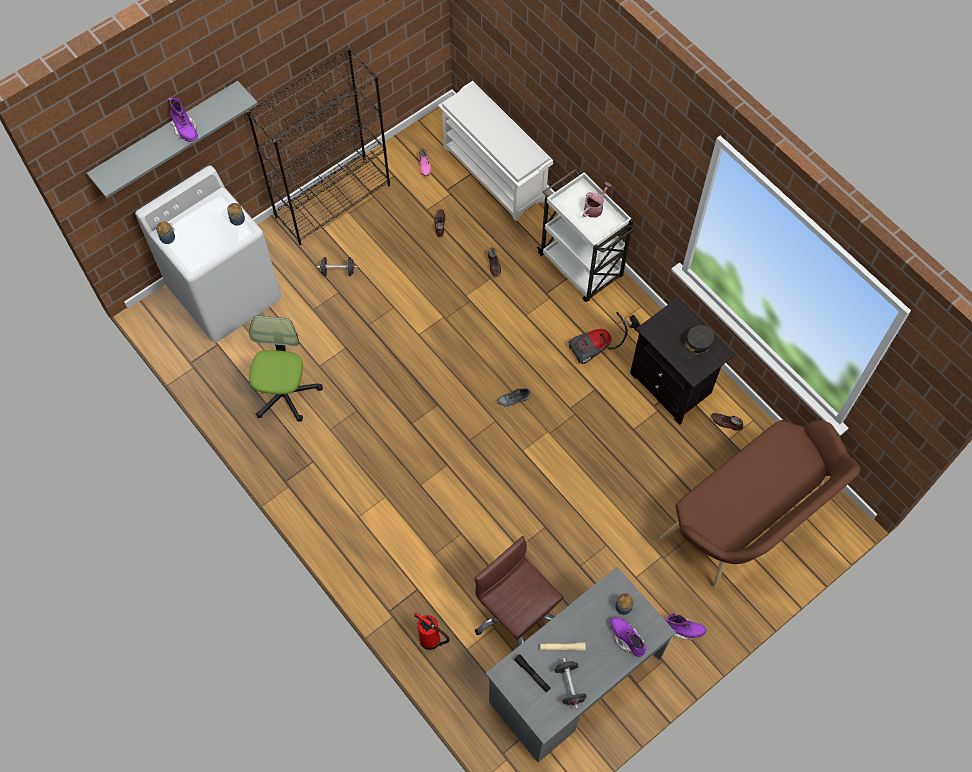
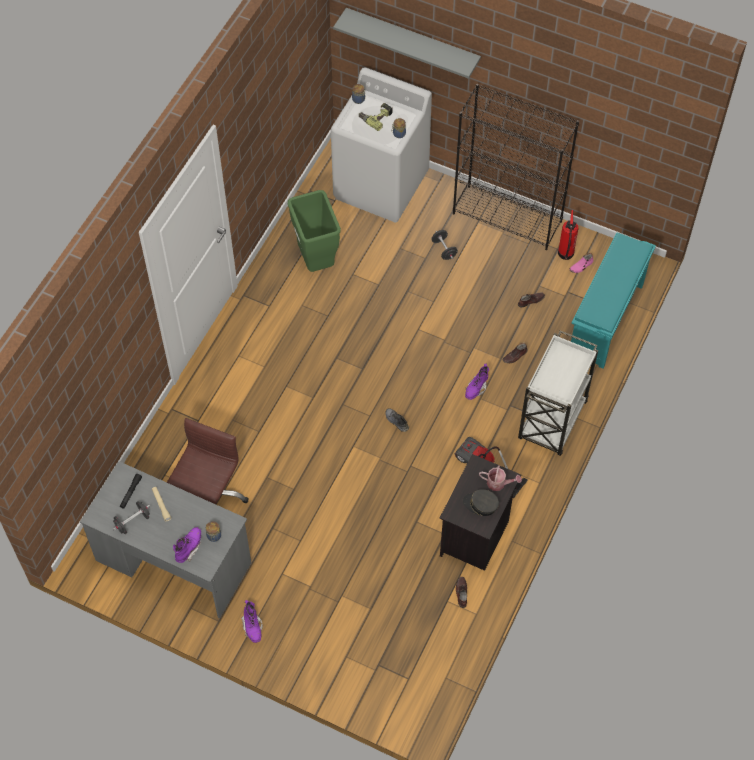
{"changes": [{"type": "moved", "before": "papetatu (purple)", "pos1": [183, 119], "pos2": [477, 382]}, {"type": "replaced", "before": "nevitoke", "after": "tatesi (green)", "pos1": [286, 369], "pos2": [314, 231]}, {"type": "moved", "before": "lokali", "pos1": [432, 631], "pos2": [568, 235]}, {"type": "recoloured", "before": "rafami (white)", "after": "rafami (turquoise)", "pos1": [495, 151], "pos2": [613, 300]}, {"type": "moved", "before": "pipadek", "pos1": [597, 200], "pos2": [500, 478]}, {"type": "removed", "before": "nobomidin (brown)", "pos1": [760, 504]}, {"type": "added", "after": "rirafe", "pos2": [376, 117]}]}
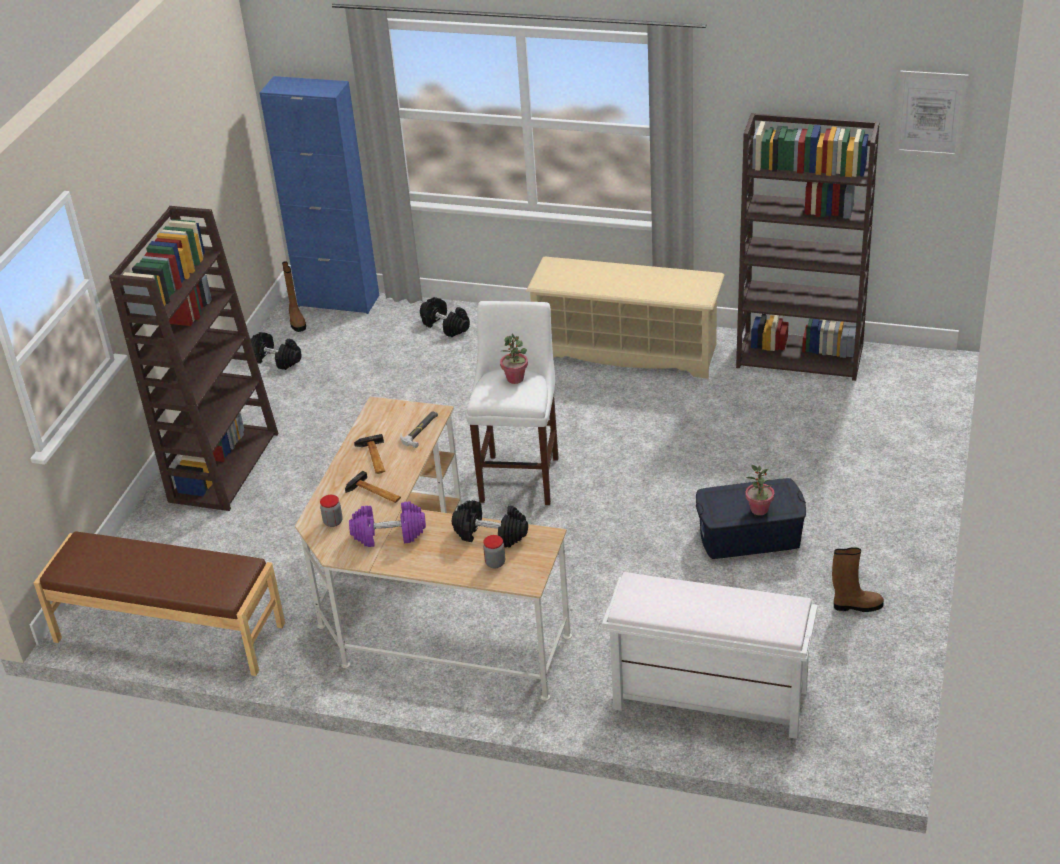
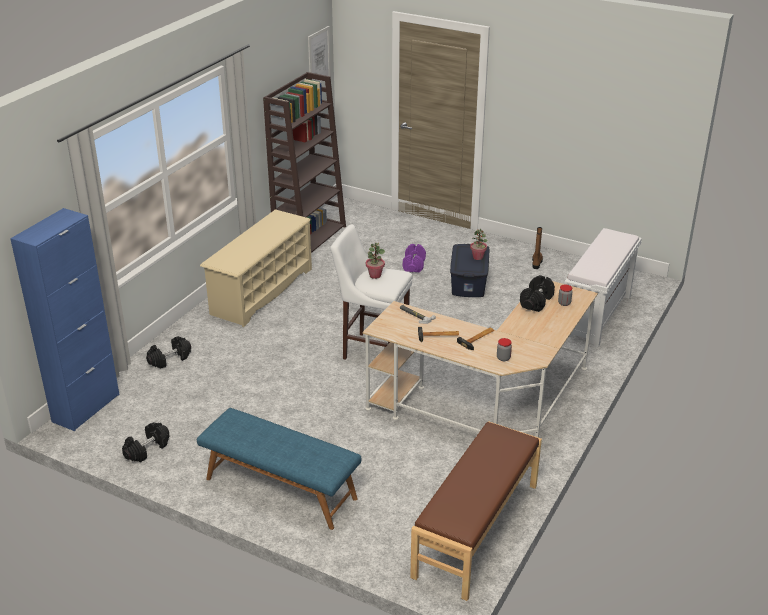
{"changes": [{"type": "replaced", "before": "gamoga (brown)", "after": "nobomidin (blue)", "pos1": [194, 358], "pos2": [279, 469]}, {"type": "removed", "before": "papetatu (brown)", "pos1": [294, 296]}, {"type": "moved", "before": "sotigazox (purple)", "pos1": [387, 524], "pos2": [414, 258]}]}
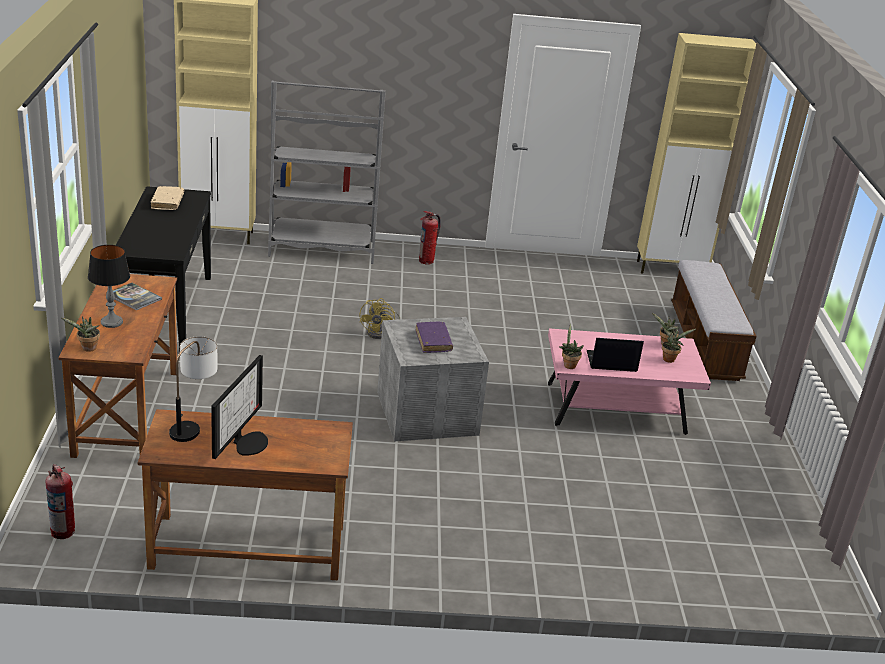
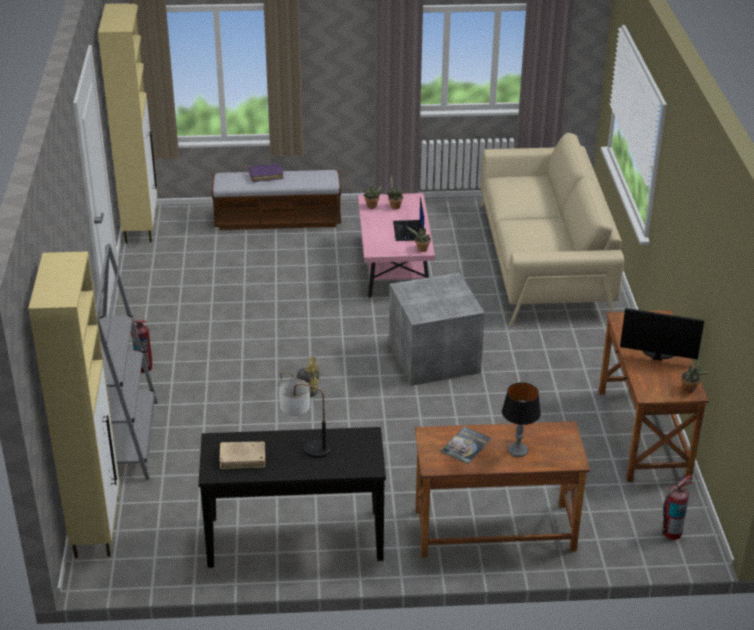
{"changes": [{"type": "moved", "before": "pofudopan", "pos1": [80, 334], "pos2": [695, 376]}, {"type": "moved", "before": "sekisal", "pos1": [193, 389], "pos2": [304, 418]}, {"type": "moved", "before": "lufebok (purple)", "pos1": [434, 337], "pos2": [266, 173]}, {"type": "added", "after": "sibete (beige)", "pos2": [552, 229]}]}
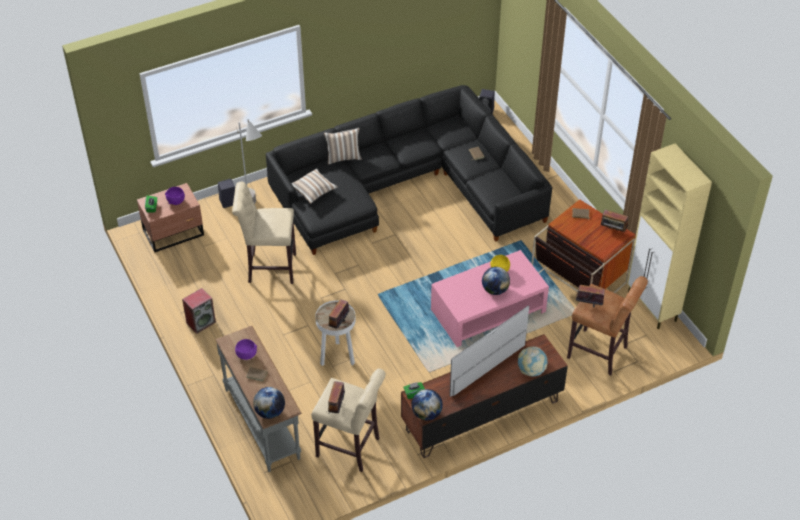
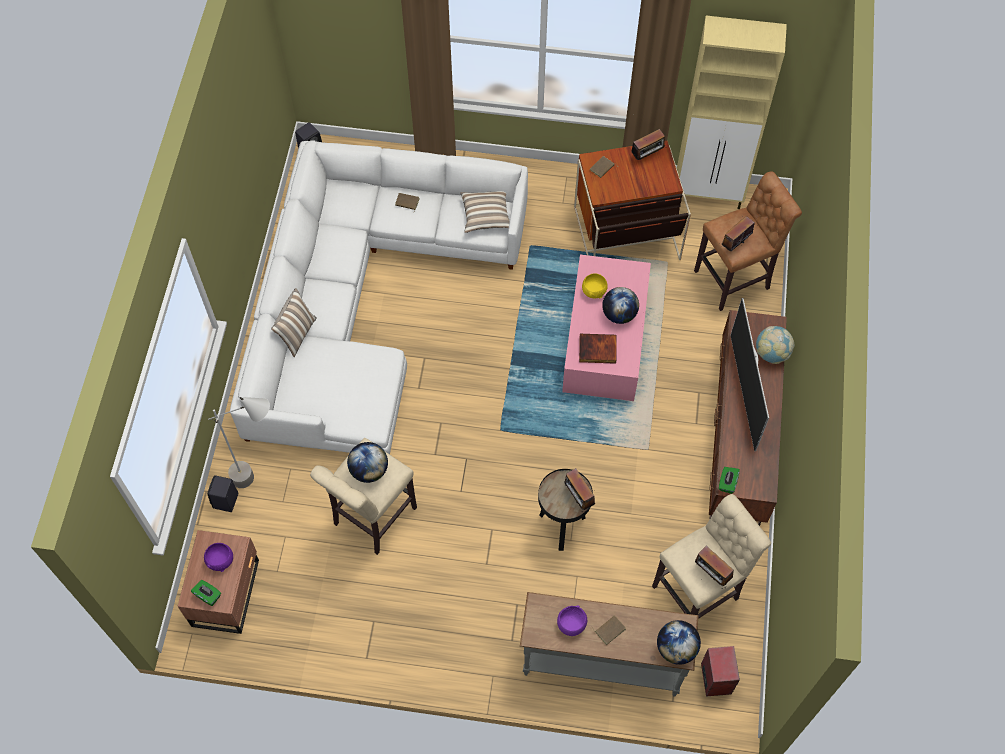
{"changes": [{"type": "moved", "before": "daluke", "pos1": [199, 311], "pos2": [720, 671]}, {"type": "recoloured", "before": "sibete (black)", "after": "sibete (white)", "pos1": [409, 170], "pos2": [379, 297]}, {"type": "moved", "before": "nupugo", "pos1": [315, 186], "pos2": [485, 212]}, {"type": "recoloured", "before": "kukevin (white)", "after": "kukevin (black)", "pos1": [335, 333], "pos2": [565, 510]}, {"type": "moved", "before": "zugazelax", "pos1": [427, 405], "pos2": [367, 462]}, {"type": "added", "after": "lufebok", "pos2": [598, 349]}]}
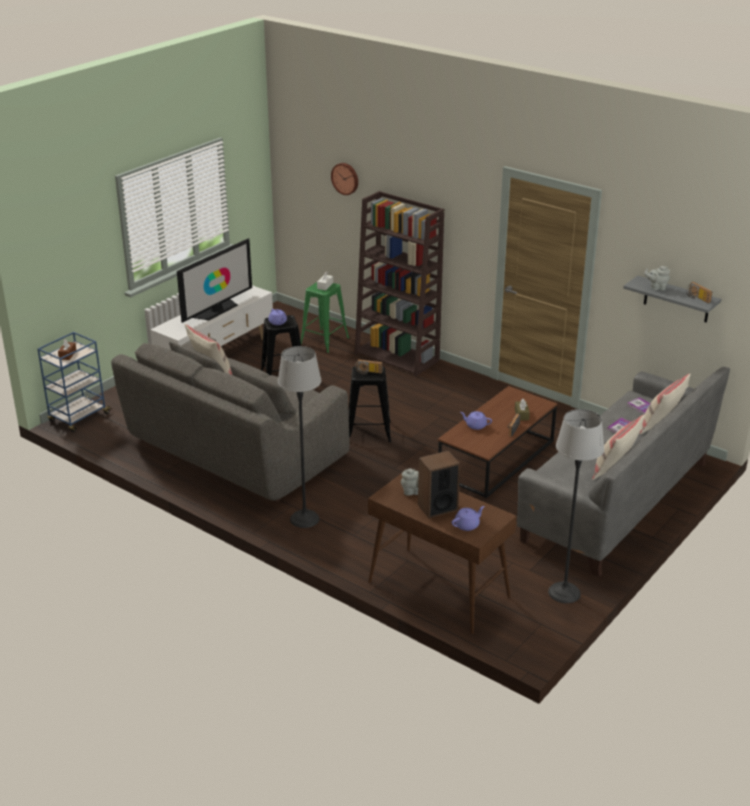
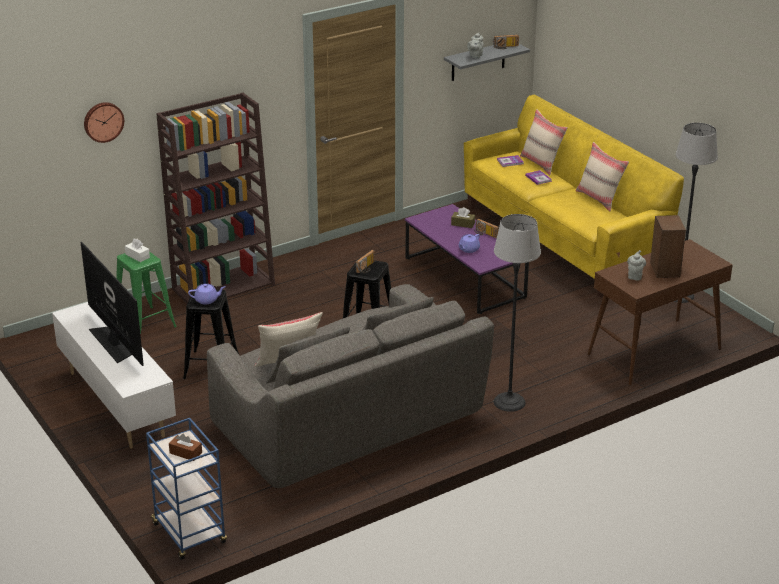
{"changes": [{"type": "recoloured", "before": "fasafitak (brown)", "after": "fasafitak (purple)", "pos1": [497, 442], "pos2": [467, 259]}, {"type": "removed", "before": "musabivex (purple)", "pos1": [468, 518]}, {"type": "recoloured", "before": "sibete (grey)", "after": "sibete (yellow)", "pos1": [623, 472], "pos2": [574, 196]}]}
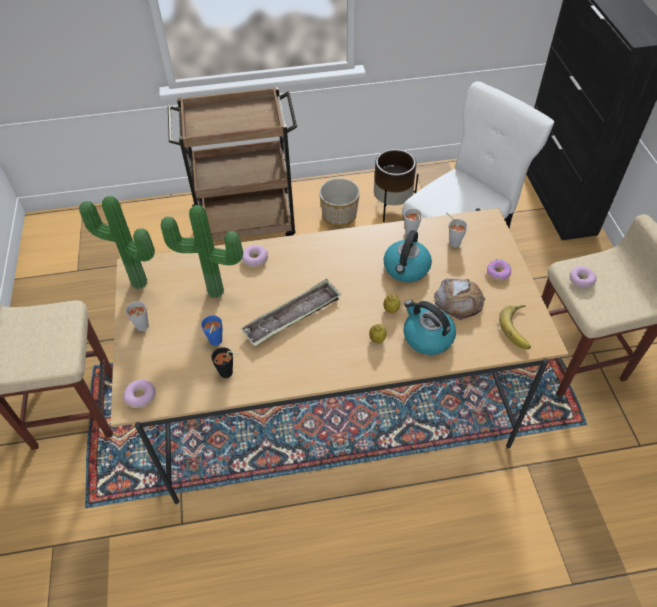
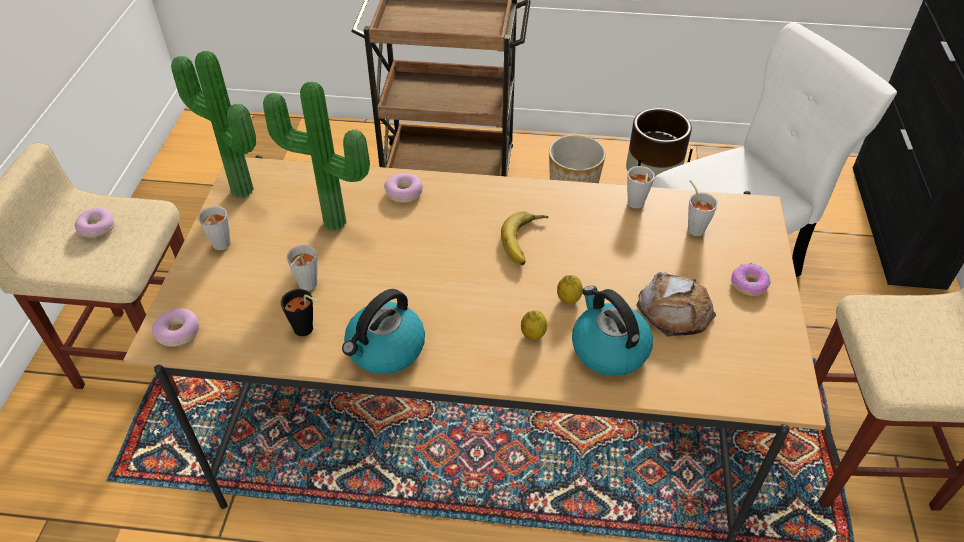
{"changes": [{"type": "recoloured", "before": "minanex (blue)", "after": "minanex (grey)", "pos1": [211, 330], "pos2": [302, 268]}, {"type": "removed", "before": "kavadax", "pos1": [291, 312]}, {"type": "moved", "before": "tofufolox", "pos1": [408, 256], "pos2": [383, 331]}, {"type": "moved", "before": "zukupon", "pos1": [515, 327], "pos2": [524, 238]}, {"type": "moved", "before": "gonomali", "pos1": [583, 277], "pos2": [94, 222]}]}
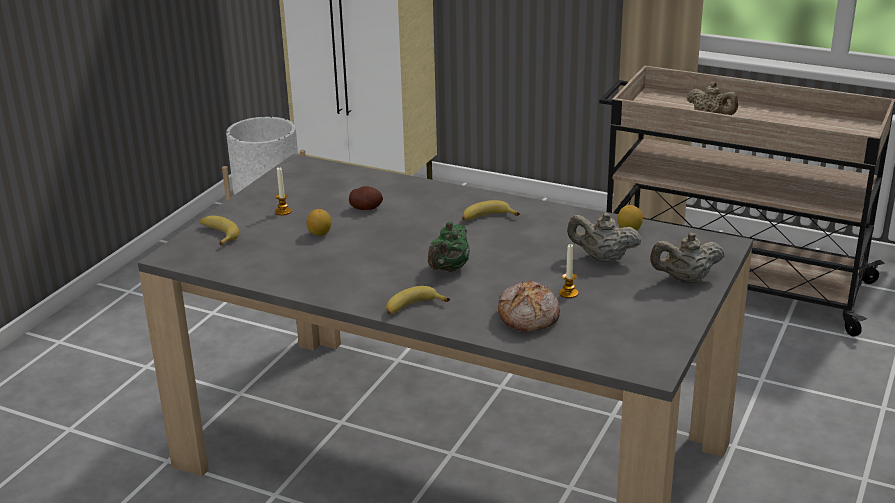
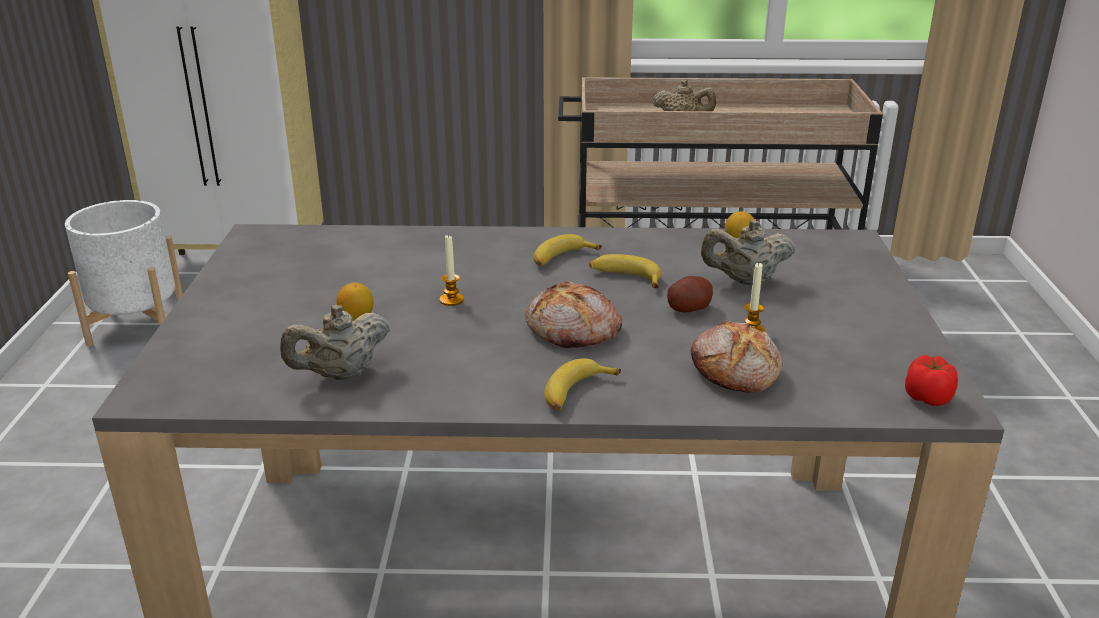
{"changes": [{"type": "moved", "before": "zukupon", "pos1": [219, 230], "pos2": [625, 271]}, {"type": "moved", "before": "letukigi", "pos1": [283, 191], "pos2": [451, 270]}, {"type": "moved", "before": "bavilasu", "pos1": [366, 198], "pos2": [690, 294]}, {"type": "replaced", "before": "musabivex (green)", "after": "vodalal", "pos1": [449, 246], "pos2": [573, 314]}, {"type": "moved", "before": "musabivex (beige)", "pos1": [687, 258], "pos2": [335, 342]}, {"type": "added", "after": "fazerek", "pos2": [931, 380]}]}
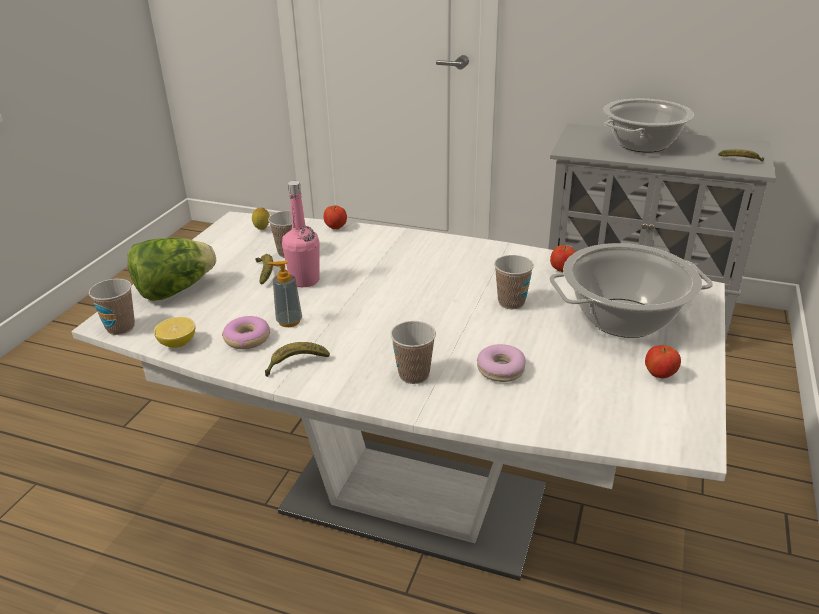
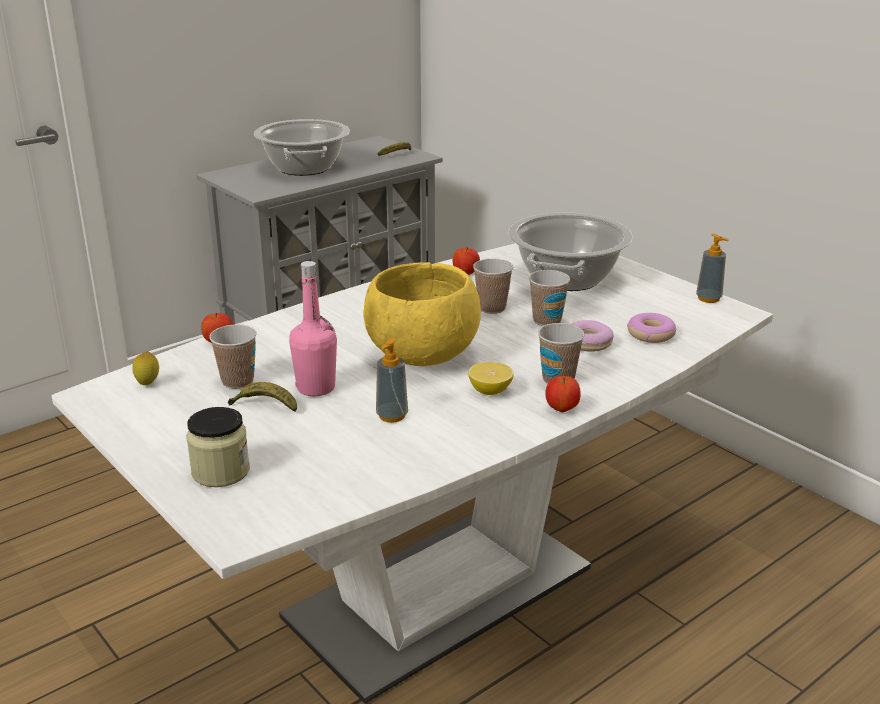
{"changes": [{"type": "moved", "before": "minanex", "pos1": [112, 307], "pos2": [549, 298]}, {"type": "replaced", "before": "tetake", "after": "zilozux", "pos1": [171, 269], "pos2": [218, 447]}, {"type": "moved", "before": "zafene", "pos1": [174, 332], "pos2": [491, 378]}, {"type": "moved", "before": "gonomali", "pos1": [246, 332], "pos2": [651, 328]}, {"type": "removed", "before": "zukupon", "pos1": [297, 359]}, {"type": "moved", "before": "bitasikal", "pos1": [663, 362], "pos2": [563, 394]}, {"type": "added", "after": "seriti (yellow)", "pos2": [422, 314]}, {"type": "added", "after": "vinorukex", "pos2": [712, 268]}]}
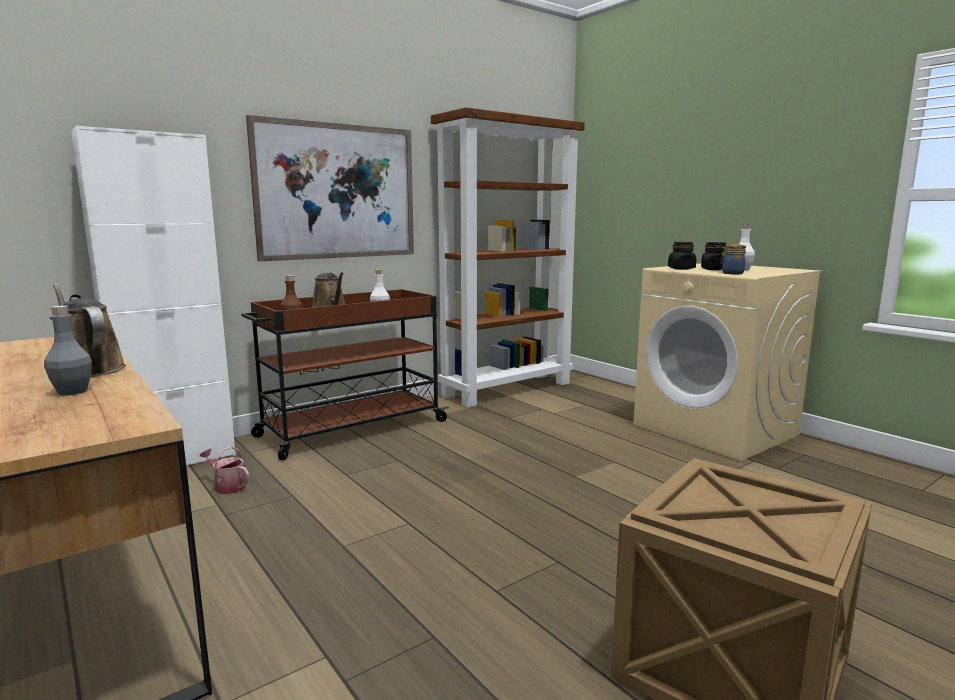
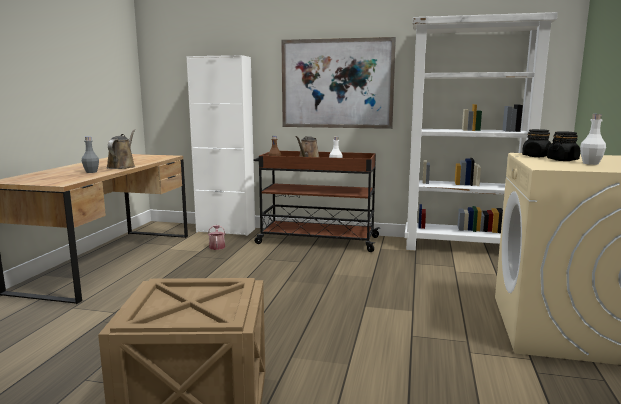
{"changes": [{"type": "recoloured", "before": "gamoga (brown)", "after": "gamoga (white)", "pos1": [508, 257], "pos2": [481, 131]}, {"type": "removed", "before": "zilozux", "pos1": [733, 259]}]}
